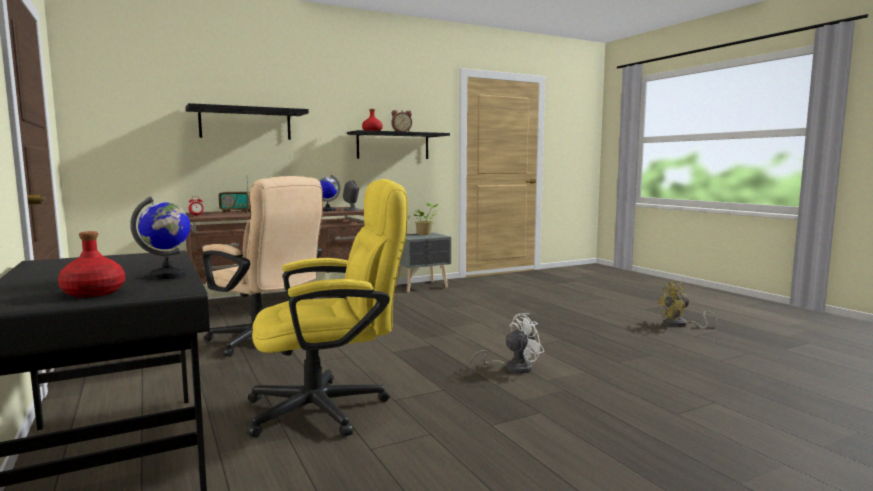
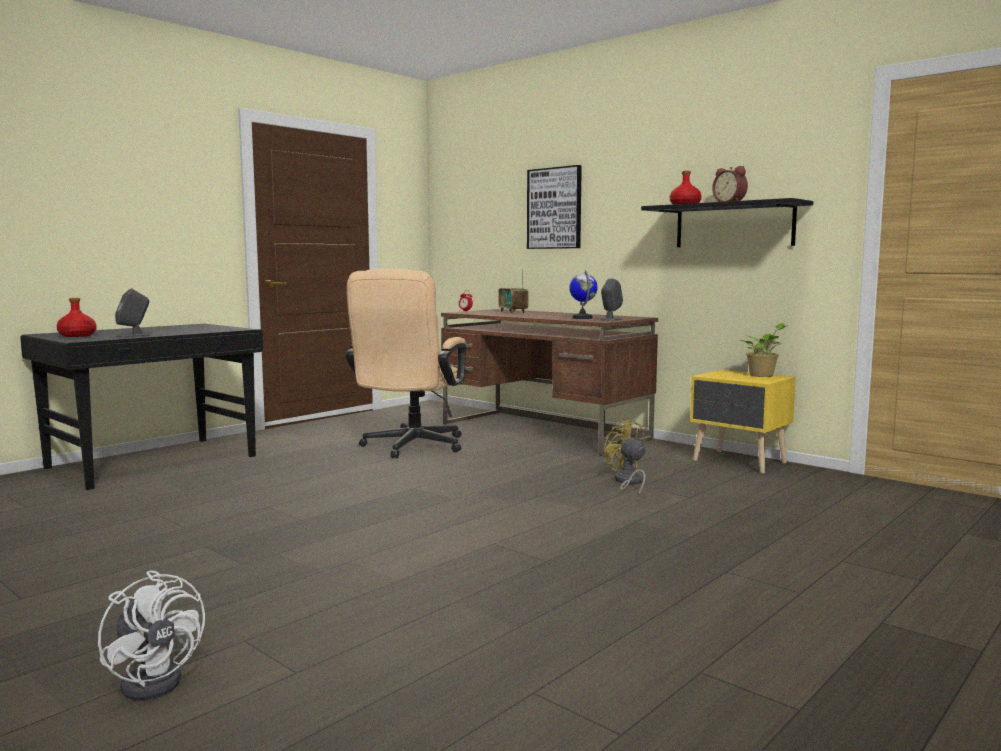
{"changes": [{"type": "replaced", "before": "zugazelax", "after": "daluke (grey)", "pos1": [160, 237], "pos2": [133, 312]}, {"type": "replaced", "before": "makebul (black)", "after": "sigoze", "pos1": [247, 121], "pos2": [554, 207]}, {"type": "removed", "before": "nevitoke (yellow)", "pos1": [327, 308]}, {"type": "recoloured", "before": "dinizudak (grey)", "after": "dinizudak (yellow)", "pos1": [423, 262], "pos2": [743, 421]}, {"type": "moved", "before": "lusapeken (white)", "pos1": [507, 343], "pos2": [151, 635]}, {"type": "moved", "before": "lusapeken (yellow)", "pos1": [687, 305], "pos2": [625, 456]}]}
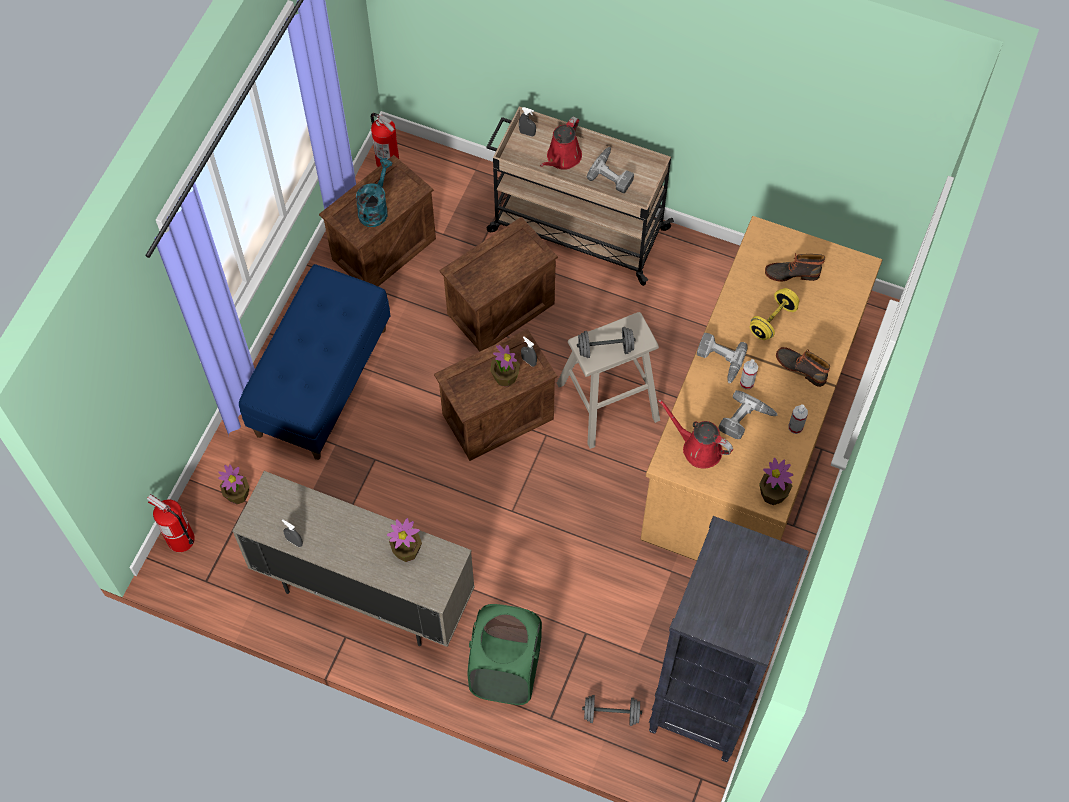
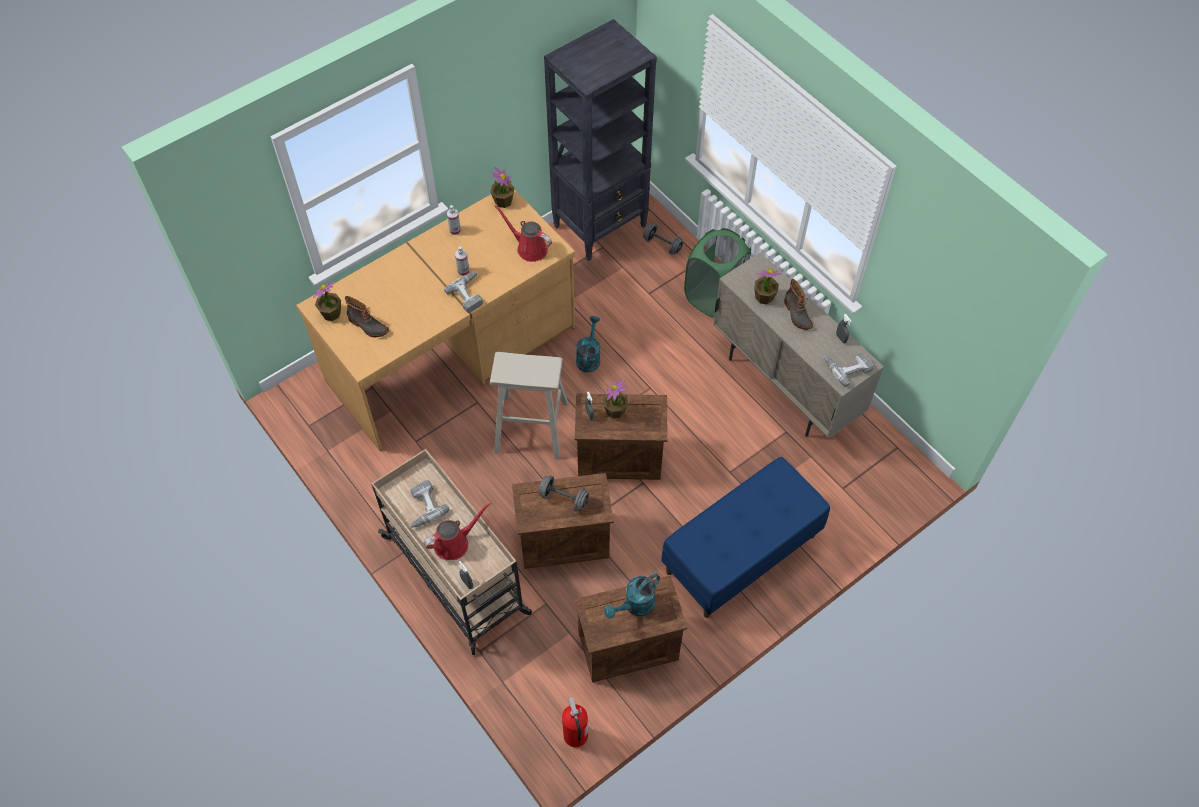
{"changes": [{"type": "removed", "before": "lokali", "pos1": [171, 523]}, {"type": "moved", "before": "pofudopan", "pos1": [233, 485], "pos2": [327, 301]}, {"type": "moved", "before": "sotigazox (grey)", "pos1": [606, 342], "pos2": [563, 493]}, {"type": "turned", "before": "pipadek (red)", "pos1": [695, 434], "pos2": [523, 233], "turn": 150}, {"type": "moved", "before": "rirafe", "pos1": [748, 414], "pos2": [849, 370]}, {"type": "removed", "before": "sotigazox (yellow)", "pos1": [774, 314]}, {"type": "moved", "before": "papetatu", "pos1": [803, 367], "pos2": [798, 304]}, {"type": "added", "after": "pipadek (turquoise)", "pos2": [588, 344]}]}
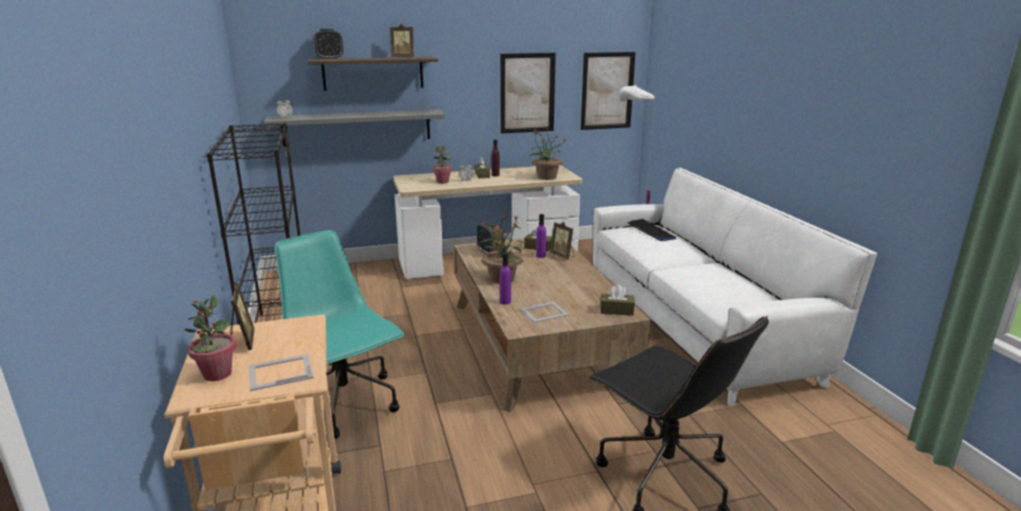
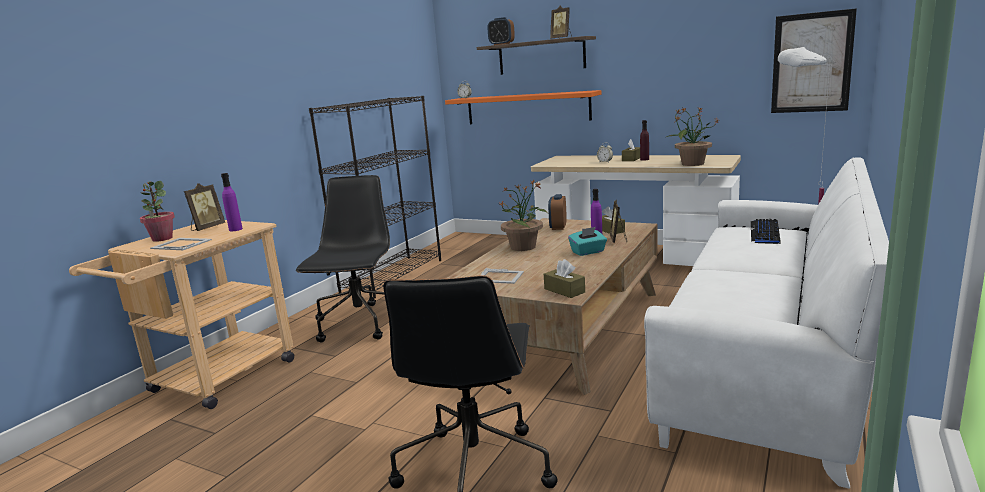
{"changes": [{"type": "recoloured", "before": "makebul (grey)", "after": "makebul (orange)", "pos1": [355, 128], "pos2": [523, 107]}, {"type": "recoloured", "before": "nevitoke (turquoise)", "after": "nevitoke (black)", "pos1": [339, 334], "pos2": [343, 258]}, {"type": "removed", "before": "pofudopan", "pos1": [442, 164]}, {"type": "removed", "before": "sigoze", "pos1": [528, 93]}, {"type": "moved", "before": "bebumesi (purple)", "pos1": [505, 279], "pos2": [232, 202]}, {"type": "added", "after": "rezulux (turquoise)", "pos2": [587, 241]}]}
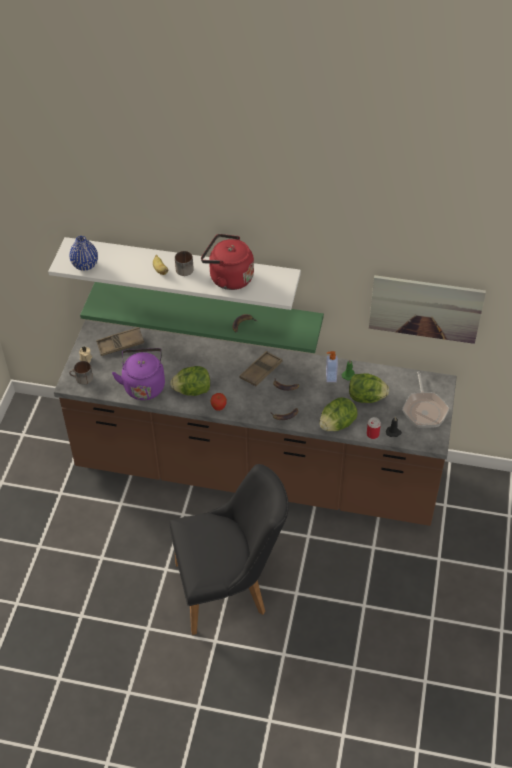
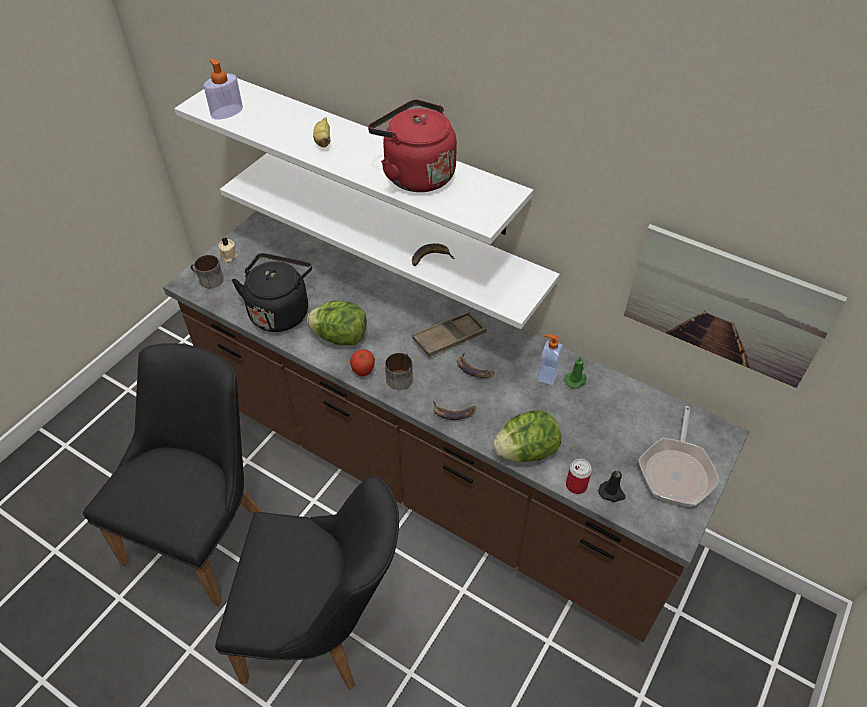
{"changes": [{"type": "replaced", "before": "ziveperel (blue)", "after": "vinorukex", "pos1": [83, 253], "pos2": [223, 88]}, {"type": "recoloured", "before": "makebul (green)", "after": "makebul (white)", "pos1": [202, 317], "pos2": [390, 241]}, {"type": "removed", "before": "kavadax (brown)", "pos1": [120, 341]}, {"type": "recoloured", "before": "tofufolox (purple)", "after": "tofufolox (black)", "pos1": [138, 374], "pos2": [272, 292]}, {"type": "moved", "before": "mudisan", "pos1": [184, 263], "pos2": [399, 371]}, {"type": "removed", "before": "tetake", "pos1": [369, 388]}, {"type": "added", "after": "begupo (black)", "pos2": [172, 474]}]}
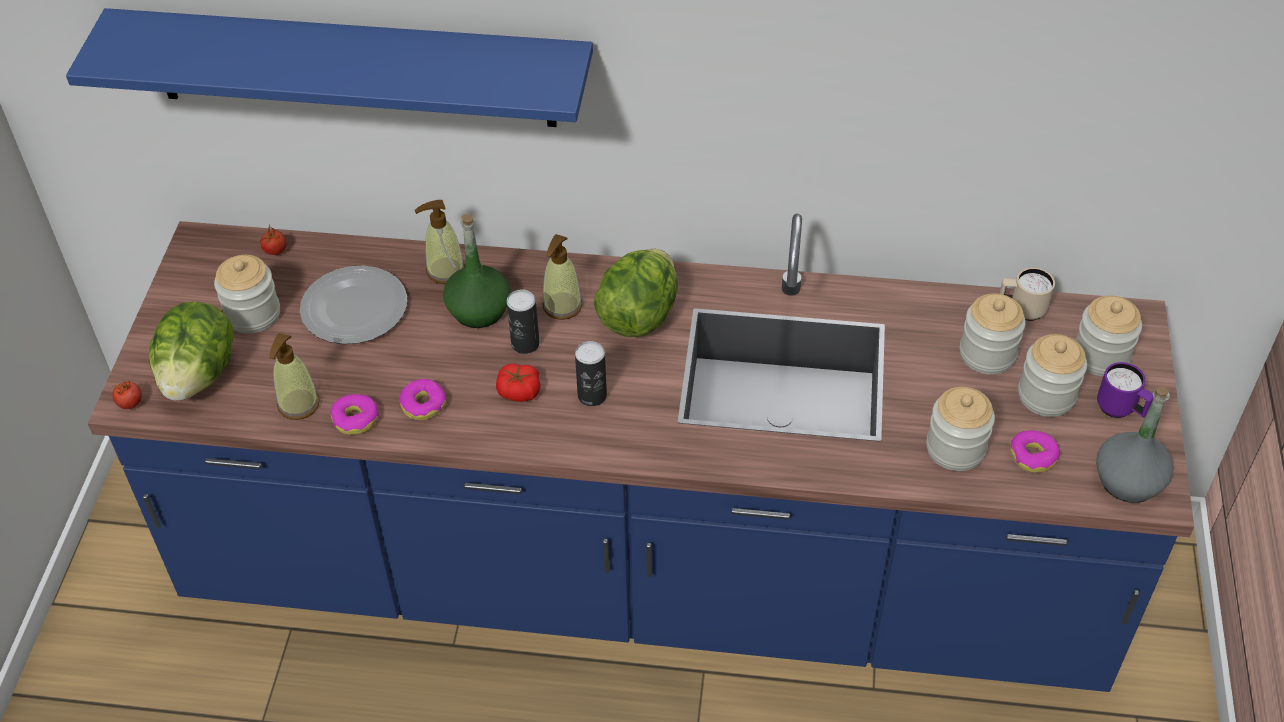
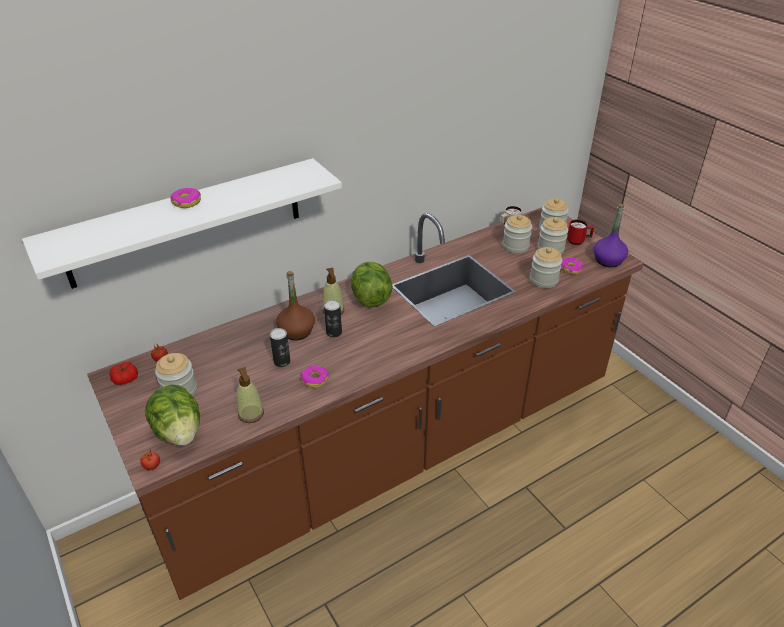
{"changes": [{"type": "recoloured", "before": "makebul (blue)", "after": "makebul (white)", "pos1": [329, 67], "pos2": [182, 223]}, {"type": "recoloured", "before": "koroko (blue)", "after": "koroko (brown)", "pos1": [641, 453], "pos2": [365, 403]}, {"type": "removed", "before": "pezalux", "pos1": [353, 305]}, {"type": "moved", "before": "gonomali", "pos1": [354, 414], "pos2": [185, 198]}, {"type": "removed", "before": "vinorukex", "pos1": [440, 242]}, {"type": "recoloured", "before": "bebumesi (green)", "after": "bebumesi (brown)", "pos1": [477, 271], "pos2": [295, 305]}, {"type": "moved", "before": "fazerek", "pos1": [518, 383], "pos2": [123, 373]}, {"type": "moved", "before": "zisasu", "pos1": [591, 373], "pos2": [280, 347]}, {"type": "recoloured", "before": "bebumesi (grey)", "after": "bebumesi (purple)", "pos1": [1135, 445], "pos2": [610, 235]}, {"type": "recoloured", "before": "mudisan (purple)", "after": "mudisan (red)", "pos1": [1125, 390], "pos2": [580, 232]}]}
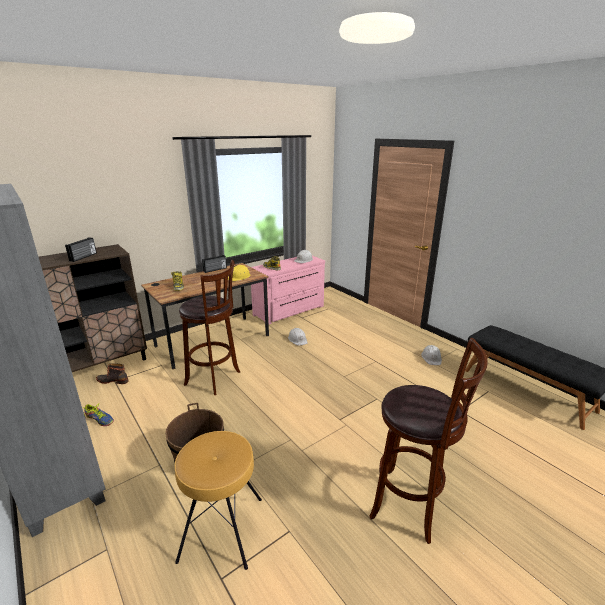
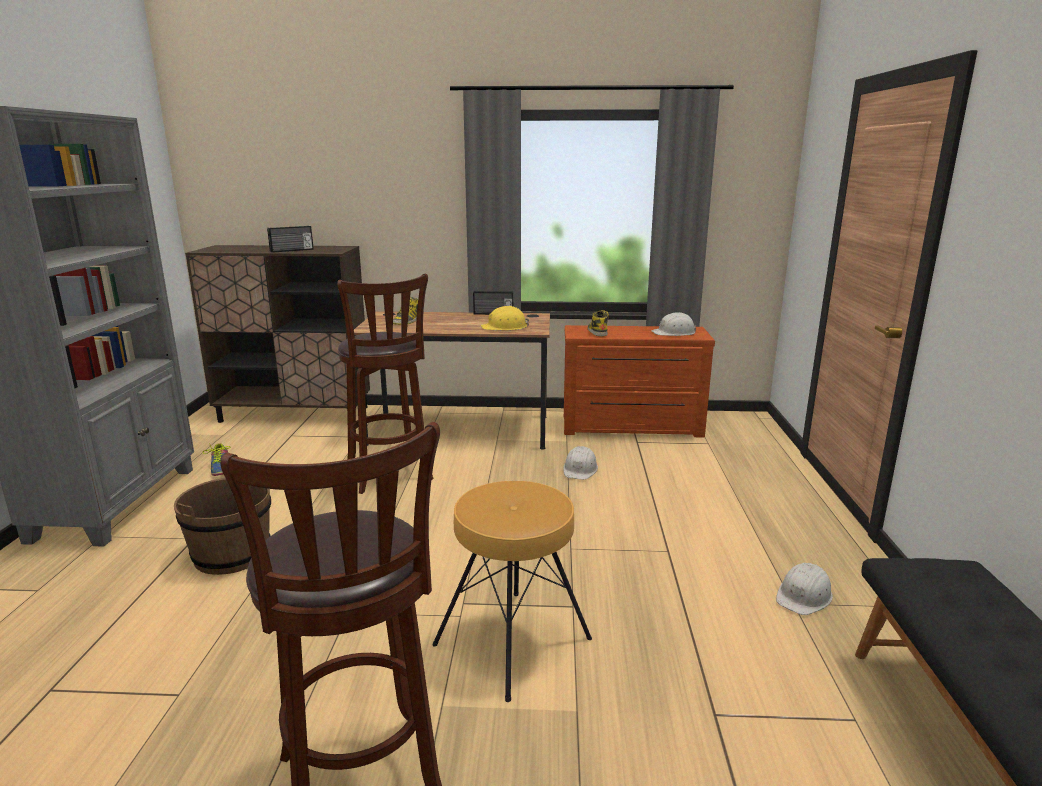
{"changes": [{"type": "removed", "before": "papetatu", "pos1": [112, 373]}, {"type": "moved", "before": "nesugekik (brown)", "pos1": [218, 500], "pos2": [512, 591]}, {"type": "recoloured", "before": "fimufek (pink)", "after": "fimufek (brown)", "pos1": [288, 290], "pos2": [639, 381]}]}
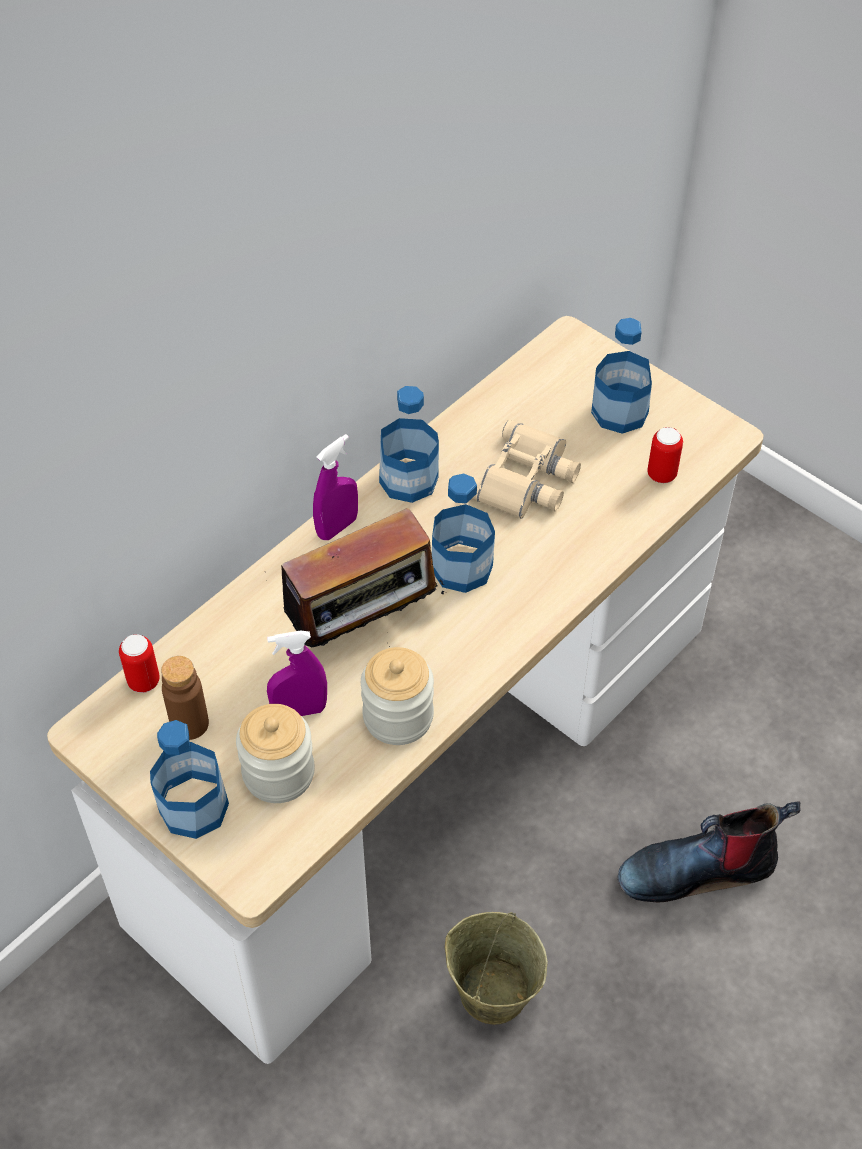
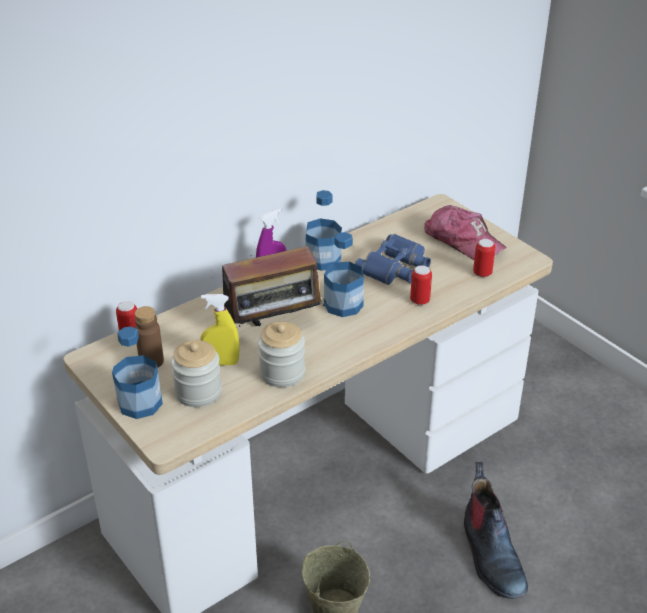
{"changes": [{"type": "recoloured", "before": "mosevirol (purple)", "after": "mosevirol (yellow)", "pos1": [297, 673], "pos2": [219, 329]}, {"type": "recoloured", "before": "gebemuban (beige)", "after": "gebemuban (blue)", "pos1": [527, 469], "pos2": [393, 259]}, {"type": "replaced", "before": "bebumesi", "after": "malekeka", "pos1": [621, 376], "pos2": [465, 232]}, {"type": "turned", "before": "papetatu", "pos1": [709, 851], "pos2": [496, 530], "turn": -105}, {"type": "added", "after": "zisasu", "pos2": [421, 285]}]}
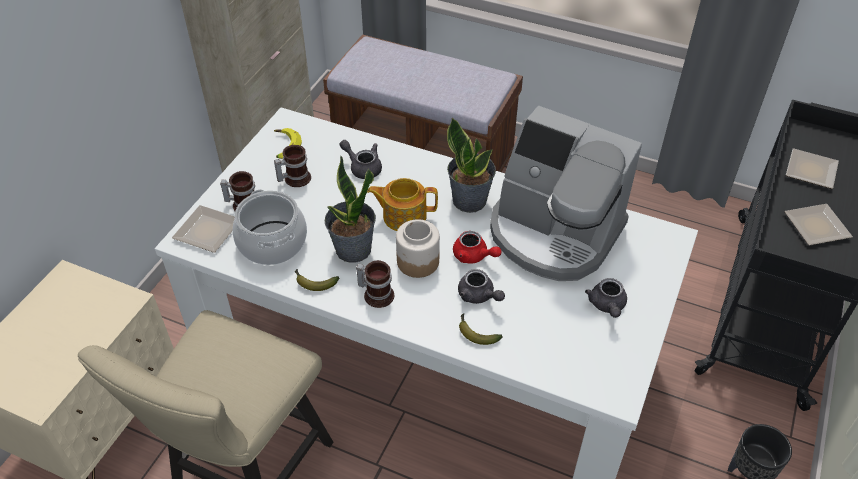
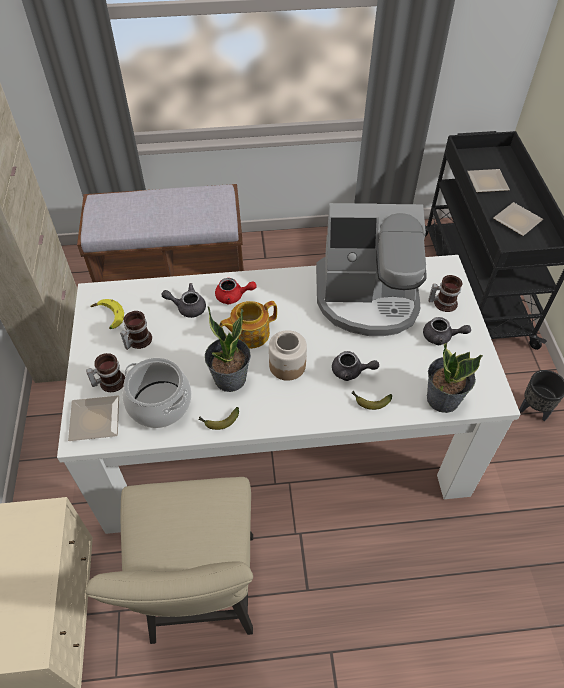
{"changes": [{"type": "moved", "before": "mudisan", "pos1": [375, 284], "pos2": [445, 293]}, {"type": "moved", "before": "pofudopan", "pos1": [471, 165], "pos2": [455, 378]}, {"type": "moved", "before": "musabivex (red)", "pos1": [477, 247], "pos2": [236, 291]}, {"type": "turned", "before": "musabivex (grey)", "pos1": [606, 298], "pos2": [447, 331], "turn": -45}]}
